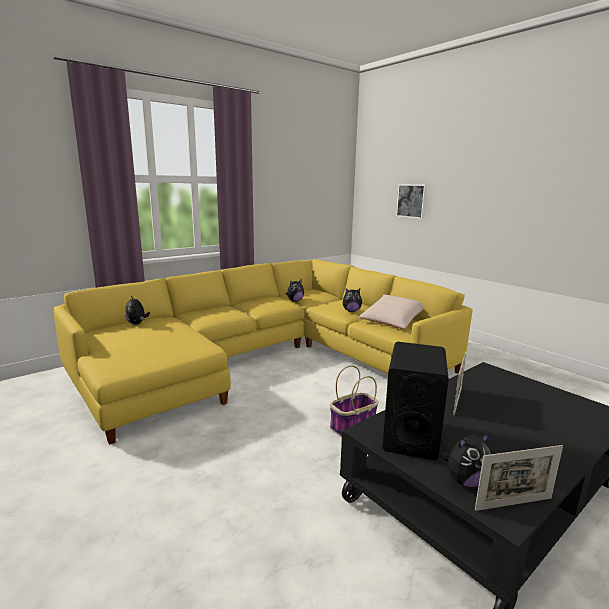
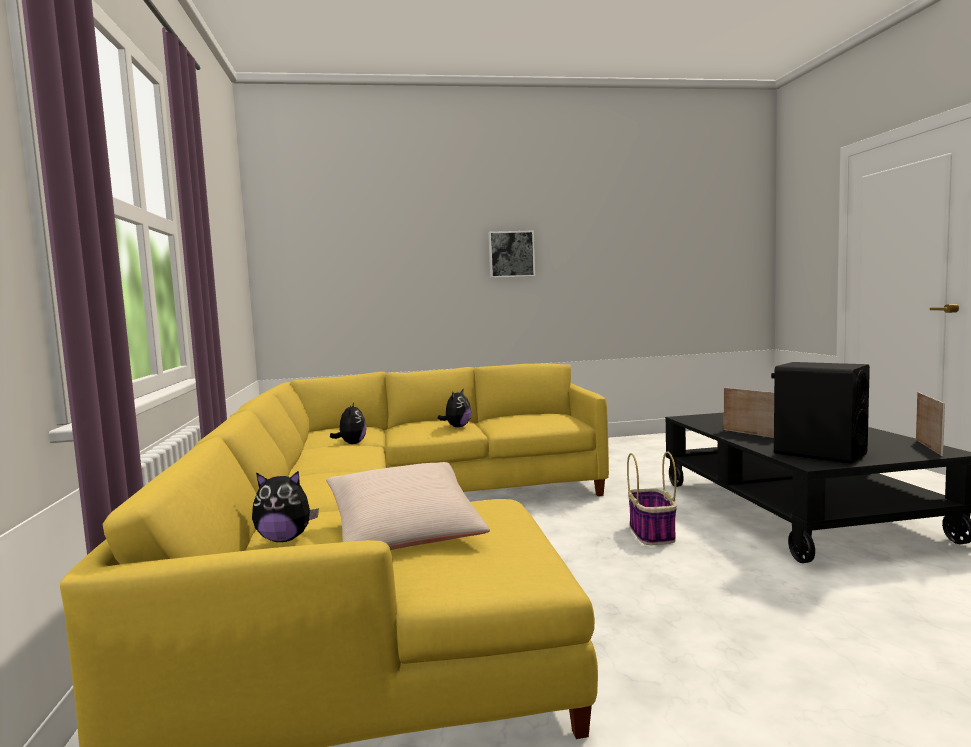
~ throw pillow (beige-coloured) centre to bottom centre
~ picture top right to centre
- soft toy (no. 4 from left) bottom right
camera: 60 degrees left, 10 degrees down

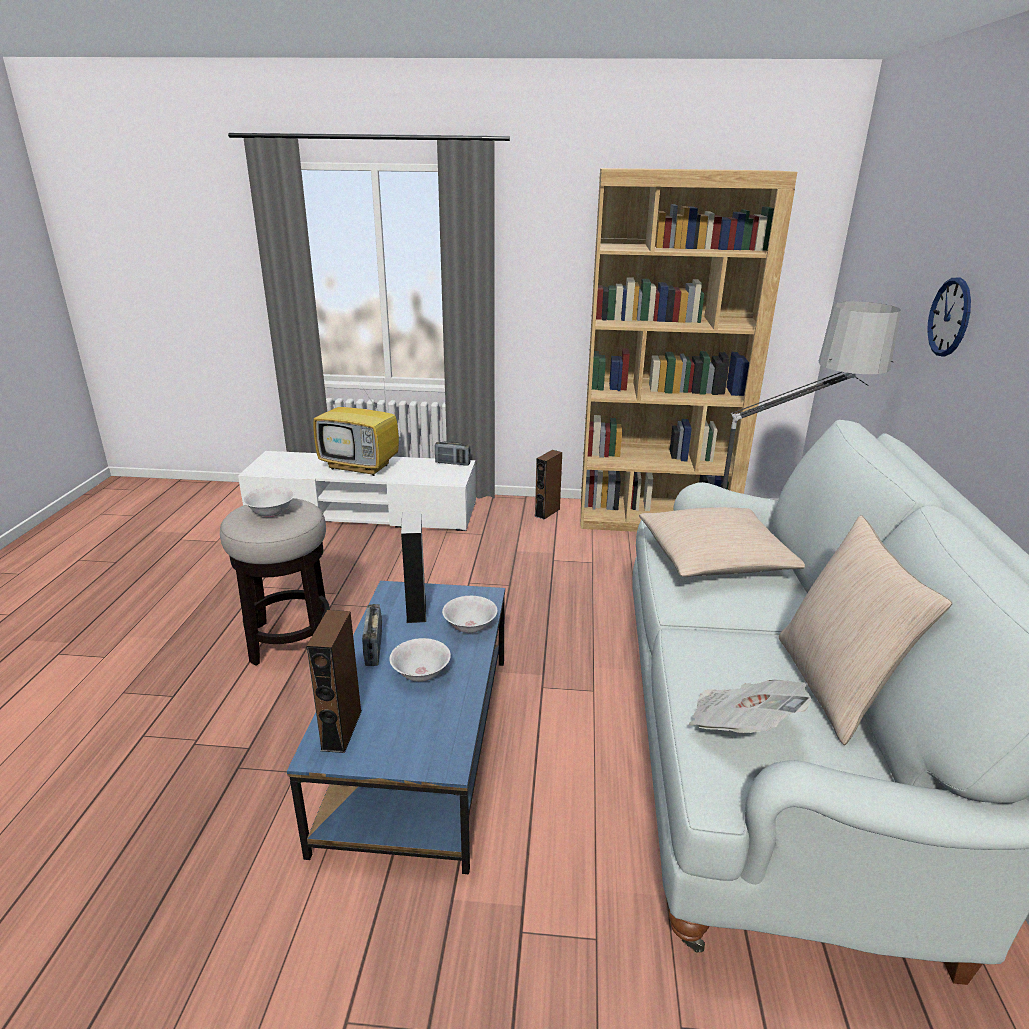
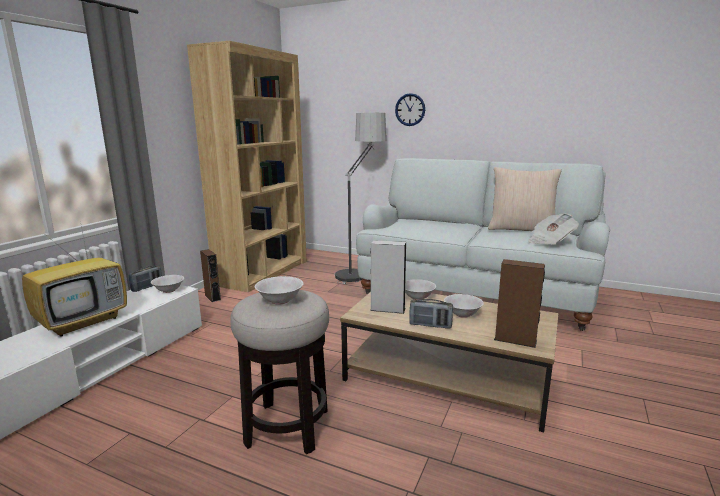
+ deep dish (white) (no. 1 from left) middle left
~ low table (blue) bottom centre to low table (brown) bottom centre
- throw pillow (beige-coloured) (no. 1 from left) middle right
camera: 70 degrees left, 10 degrees down

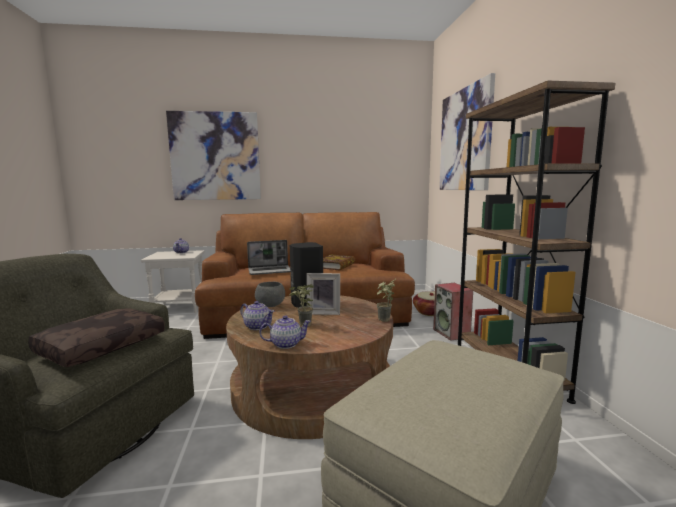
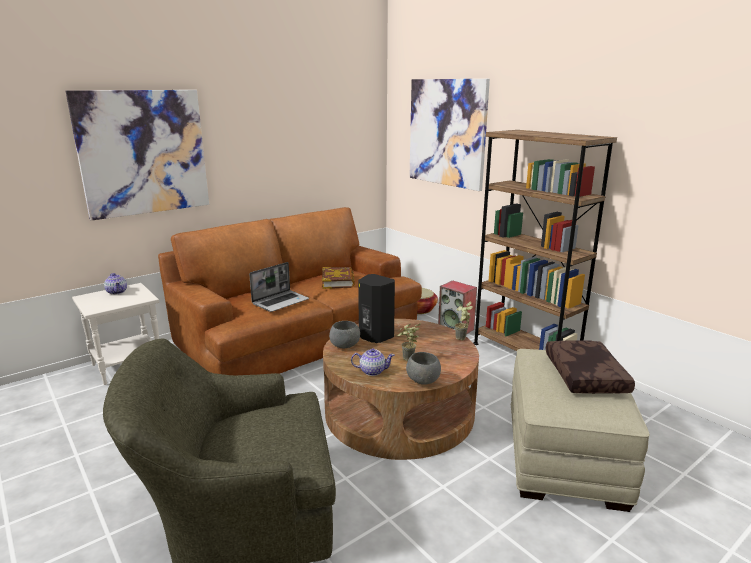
~ teapot (no. 3 from left) centre to deep dish (gray) (no. 2 from left) centre
~ throw pillow (brown) middle left to middle right
- standing frame centre
camera: 30 degrees left, 10 degrees up

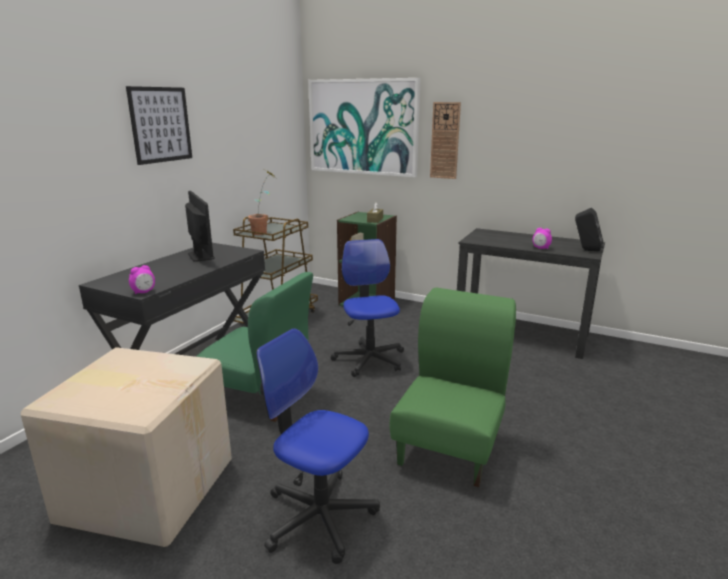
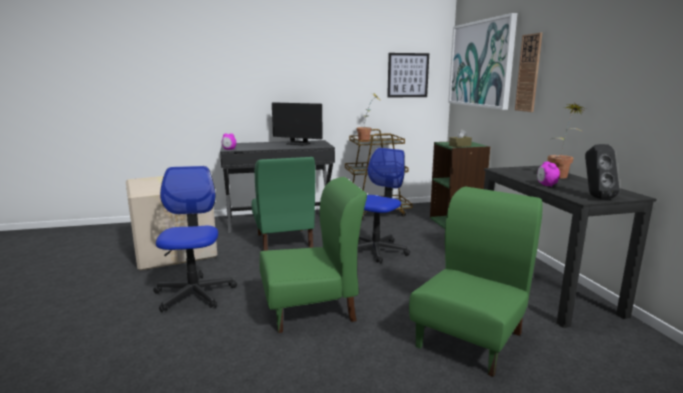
~ monitor middle left = top centre 90 degrees clockwise
~ picture (no. 1 from left) top left to top centre
+ upright chair (green) (no. 3 from left) bottom right
+ plant in a pot (no. 2 from left) middle right
camera: 50 degrees right, 5 degrees down

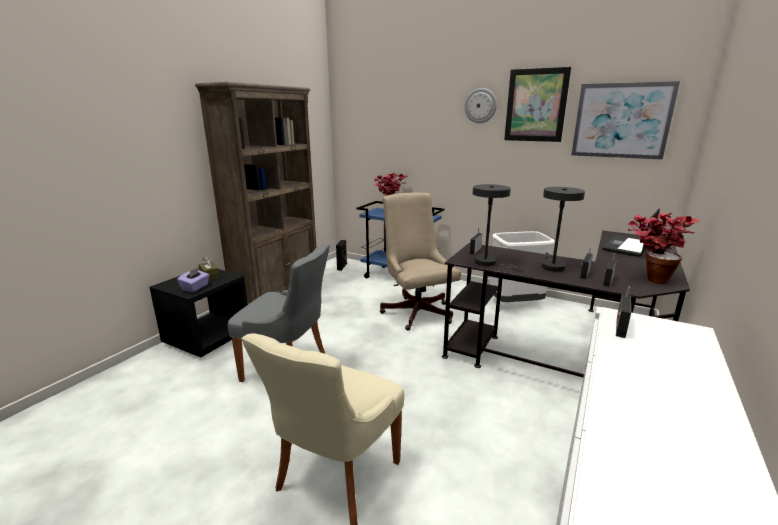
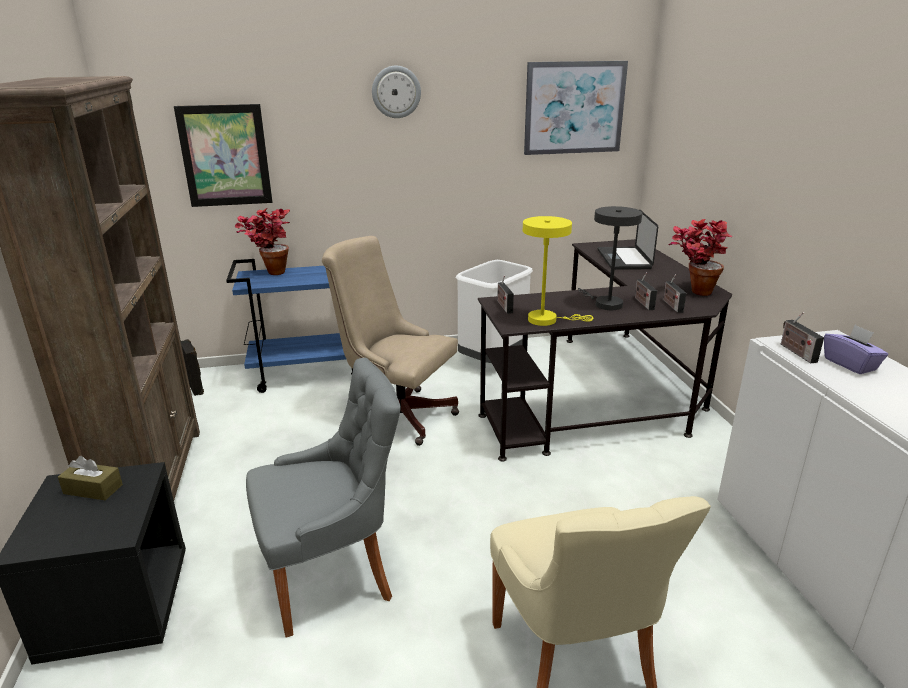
~ picture (no. 1 from left) top right to top left
~ table lamp (gray) (no. 1 from left) centre to table lamp (yellow) centre
~ tissue box (purple-coloured) middle left to middle right
camera: 40 degrees left, 5 degrees up

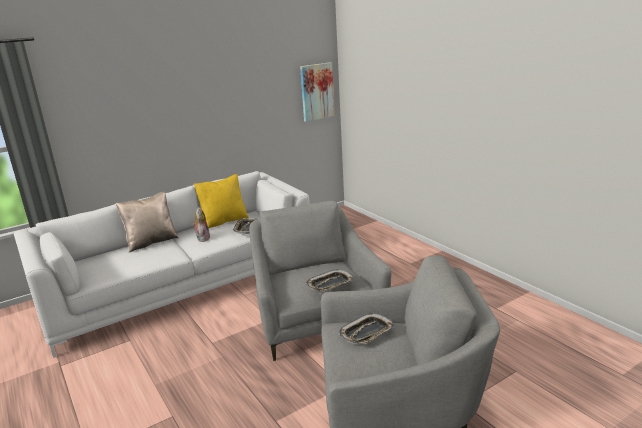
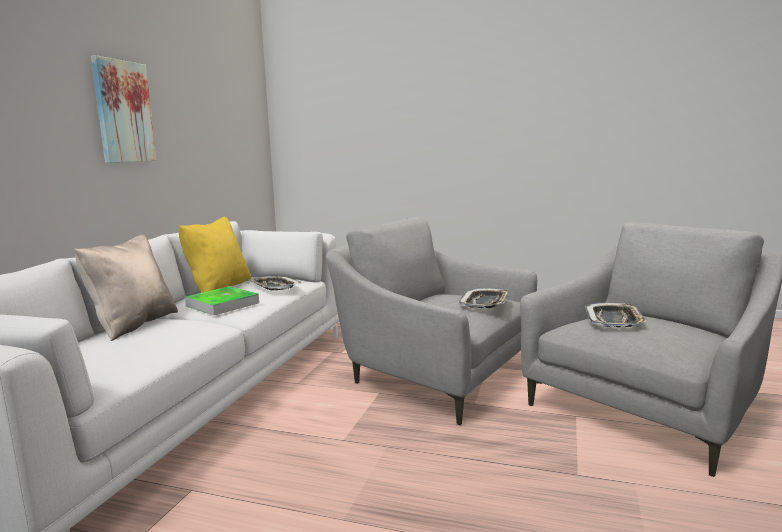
~ picture top centre to top left
~ soft toy middle left to tray (no. 1 from left) middle left
camera: 40 degrees left, 10 degrees down

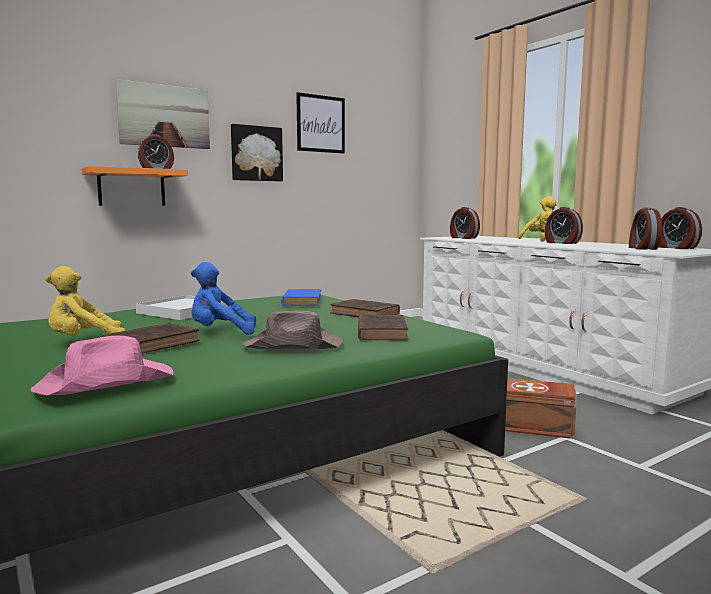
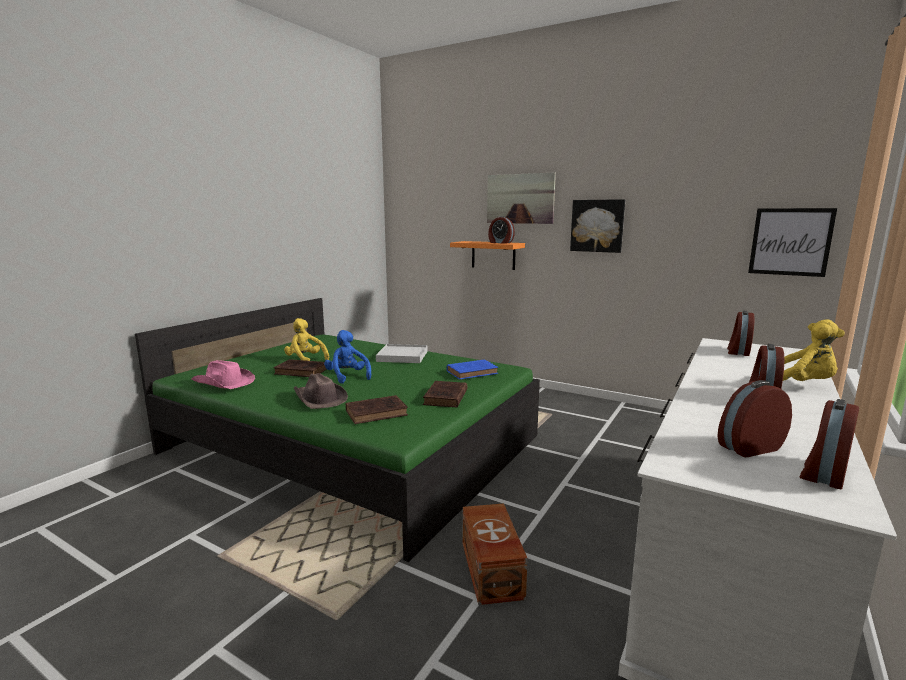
~ picture (no. 3 from left) top centre to middle right
camera: 65 degrees right, 5 degrees up

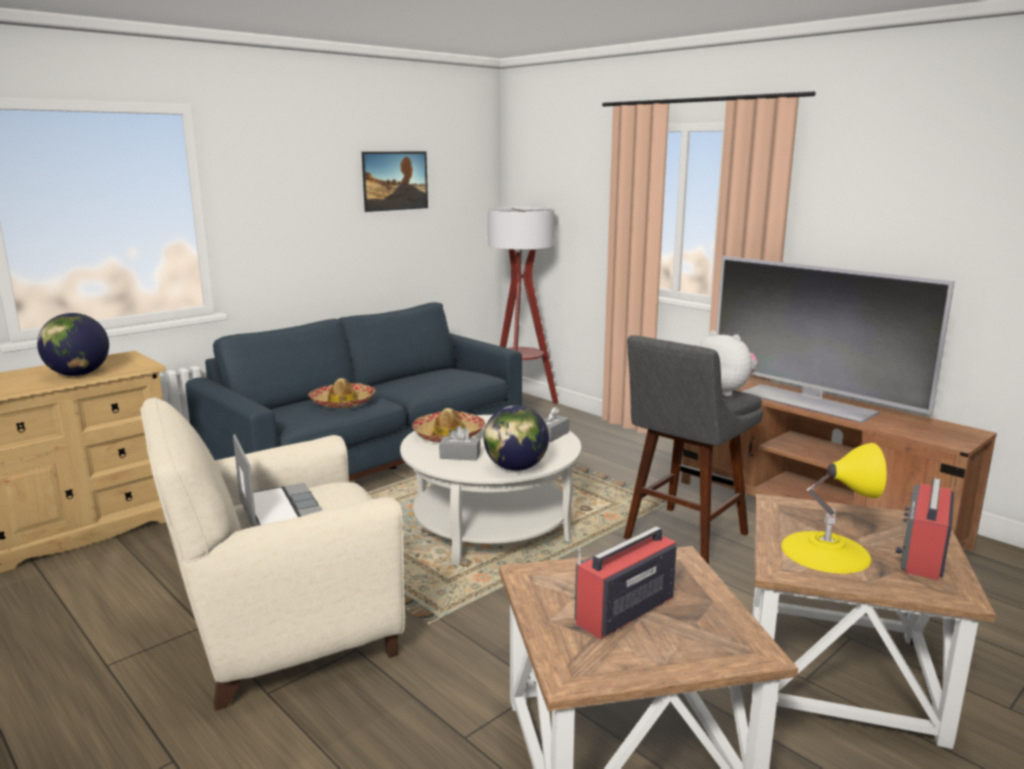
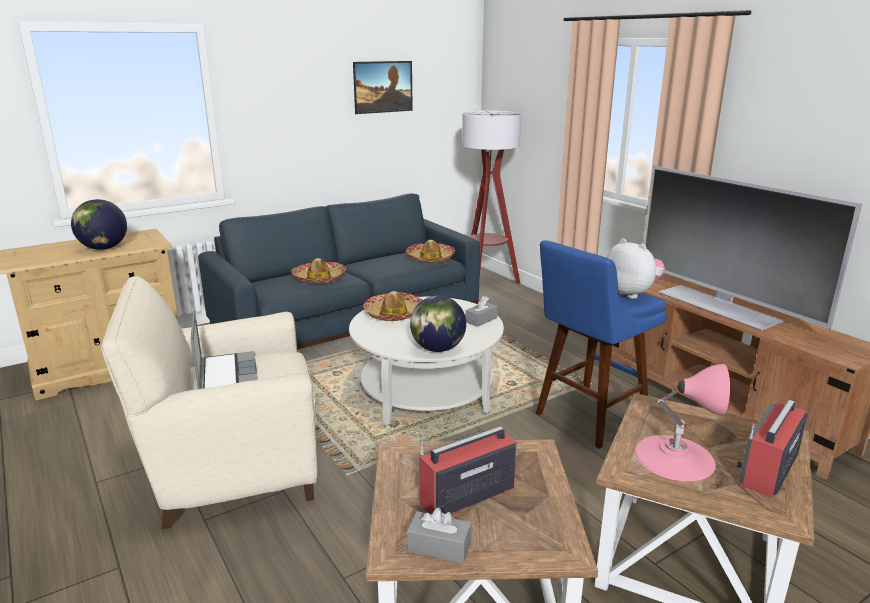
+ wearable hat (no. 3 from left) centre
~ tissue box (gray) (no. 1 from left) centre to bottom centre
~ sitting stool (gray) middle right to sitting stool (blue) middle right
~ table lamp (yellow) middle right to table lamp (pinkish) bottom right
camera: 10 degrees right, 5 degrees up

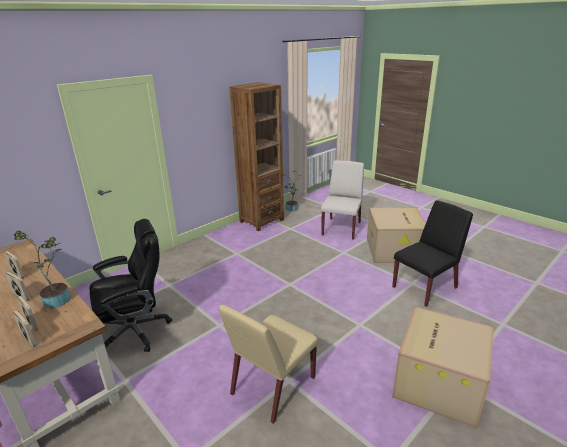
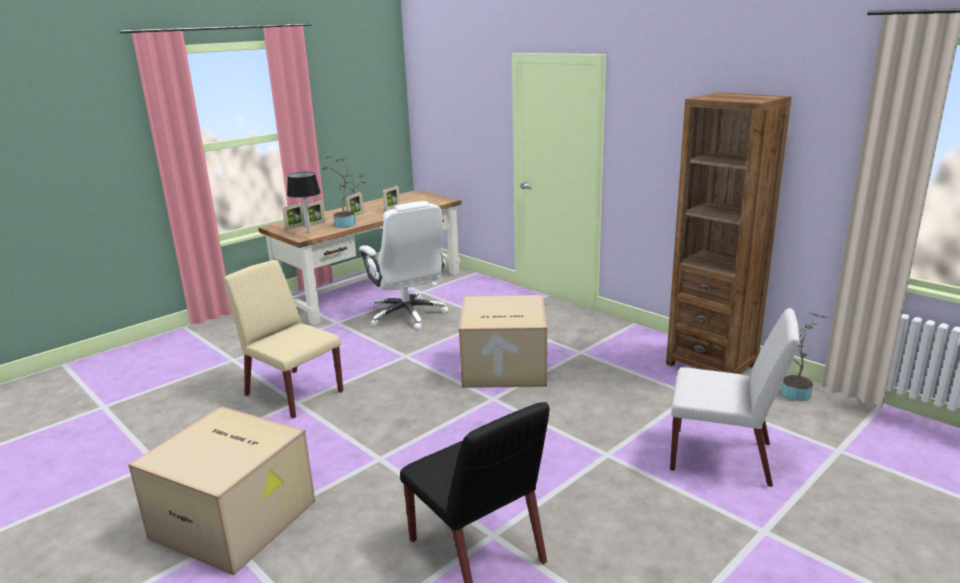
+ table lamp (blackish) middle left
~ computer chair (blackish) middle left to computer chair (white) centre
~ cardboard box (no. 1 from left in the first image) middle right to cardboard box (no. 2 from left) centre
camera: 90 degrees right, 5 degrees down

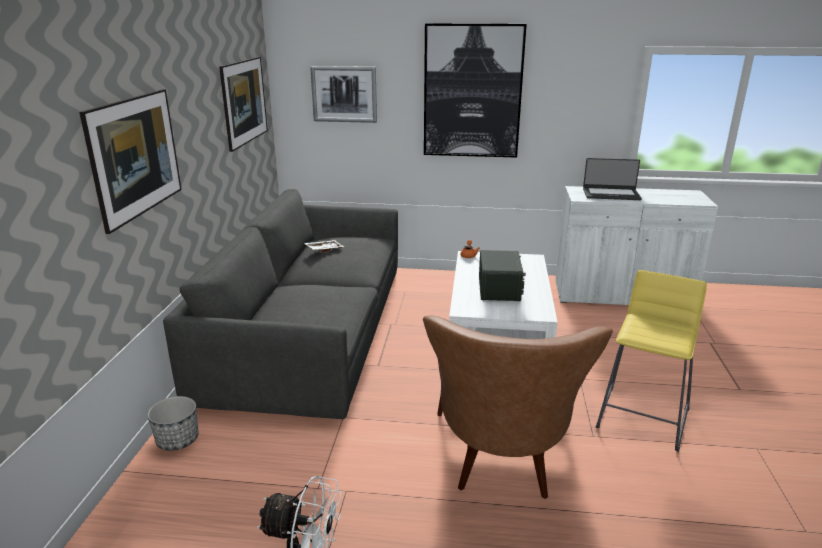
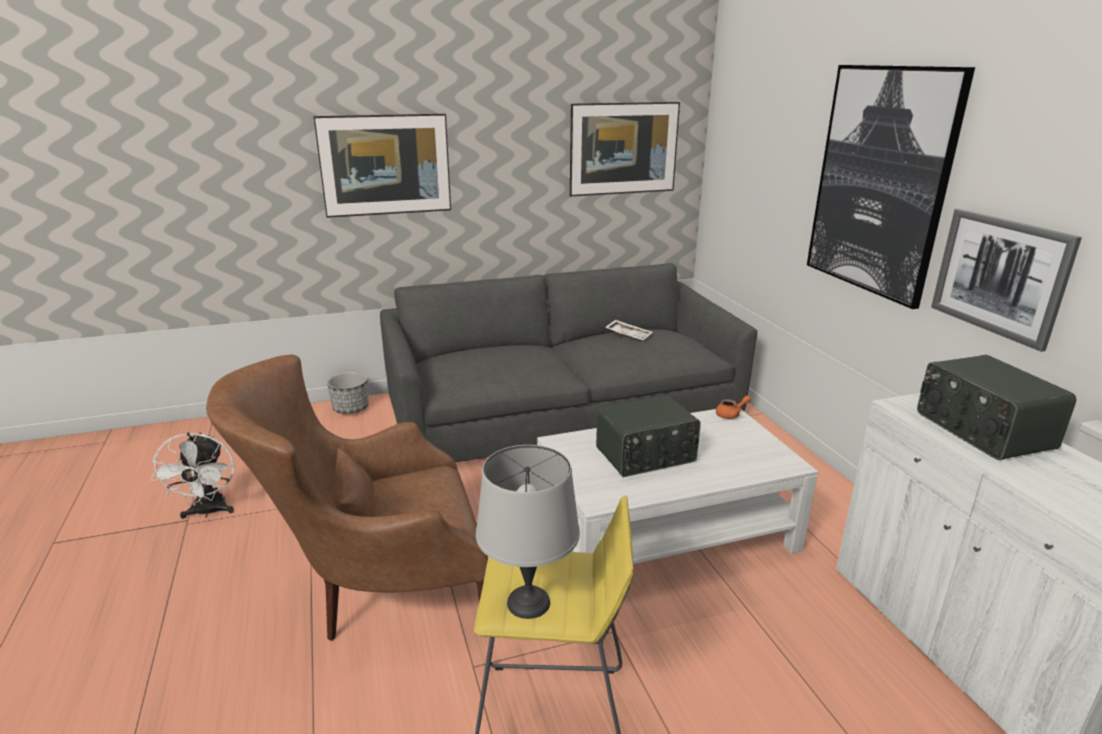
+ table lamp (gray) bottom centre
~ notebook computer top right to radio set (no. 2 from left) middle right
~ picture (no. 3 from left in the first image) top centre to picture (no. 4 from left) middle right
camera: 65 degrees right, 0 degrees up

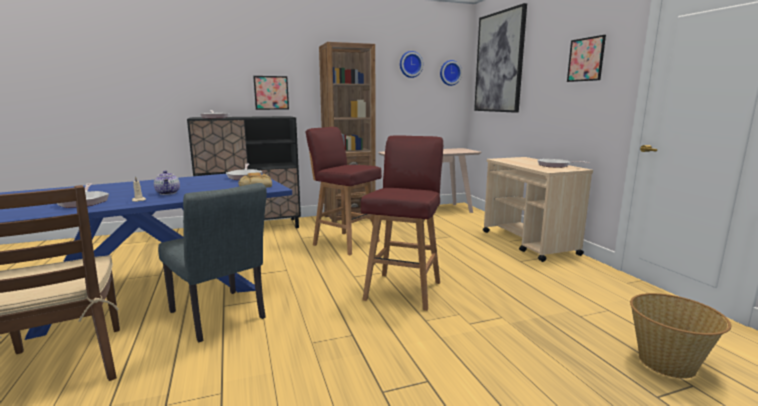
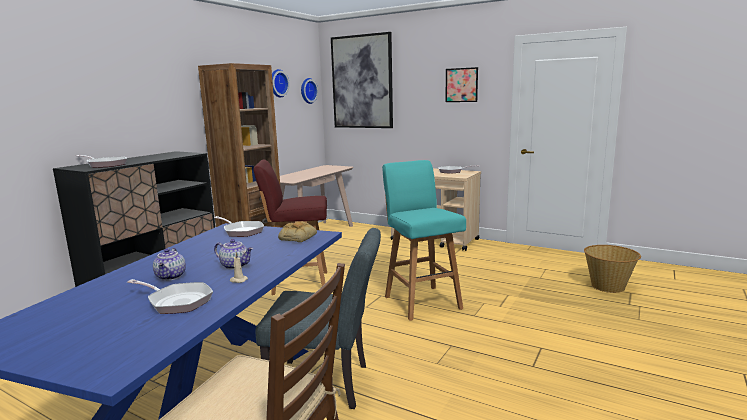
+ teapot (no. 1 from left) middle left
~ sitting stool (red-coloured) (no. 2 from left) centre to sitting stool (blue-green) centre
- picture (no. 1 from left) top centre
camera: 40 degrees left, 0 degrees up

